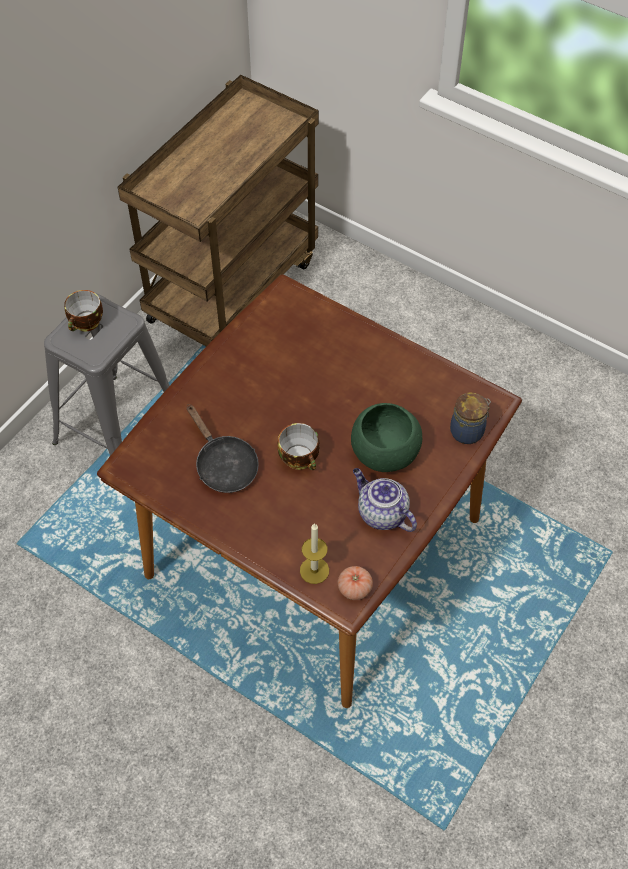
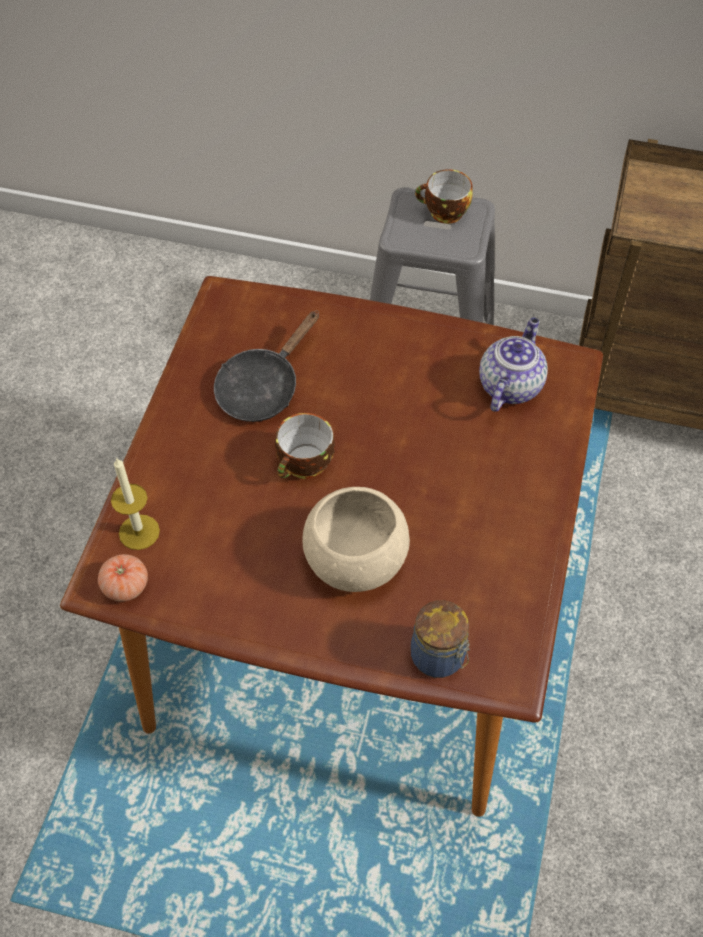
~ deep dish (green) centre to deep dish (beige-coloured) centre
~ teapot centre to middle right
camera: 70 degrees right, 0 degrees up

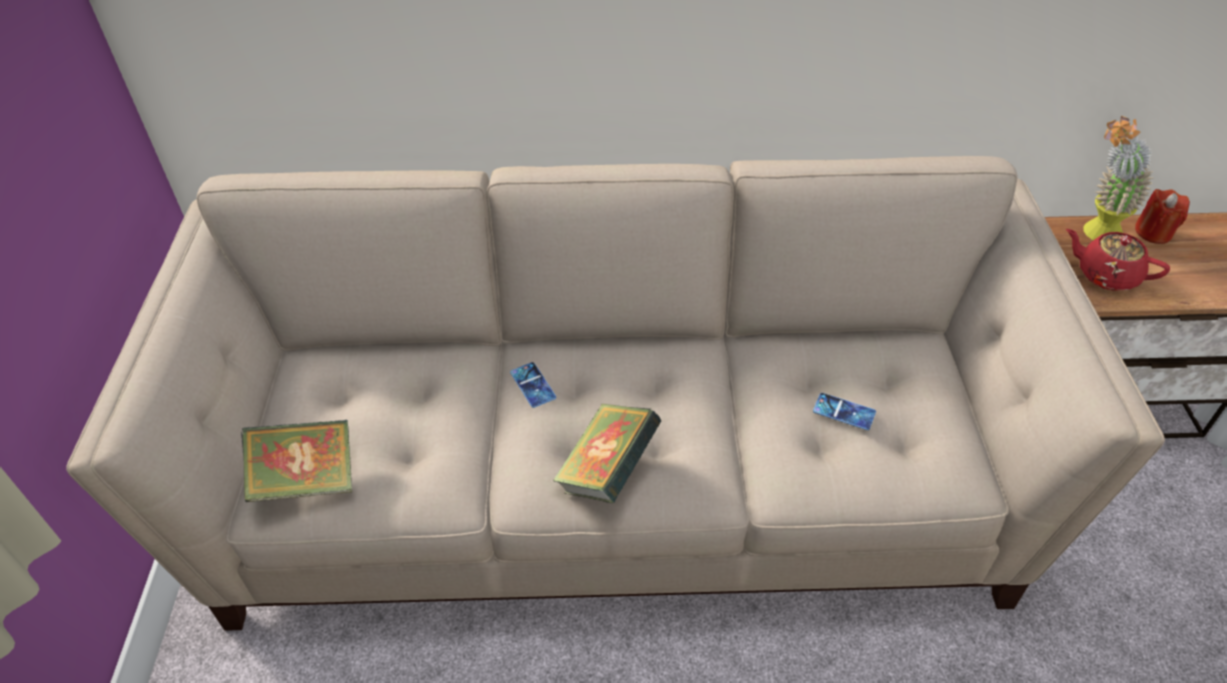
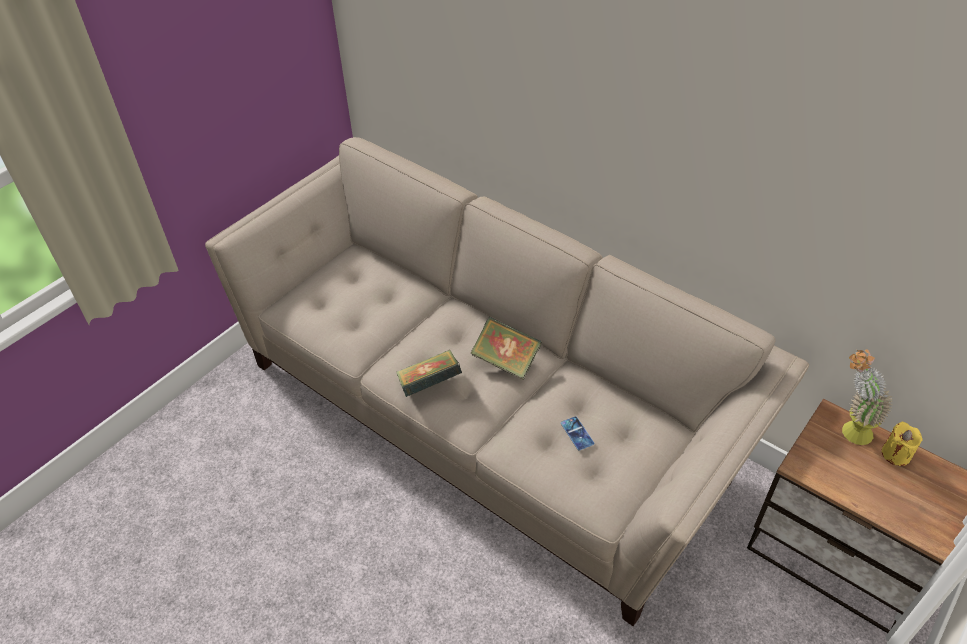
~ book (no. 1 from left in the first image) bottom left to book (no. 2 from left) centre
~ candle (red-coloured) top right to candle (yellow) bottom right
- phone (no. 1 from left) centre
- teapot (red-coloured) middle right
camera: 40 degrees right, 0 degrees up

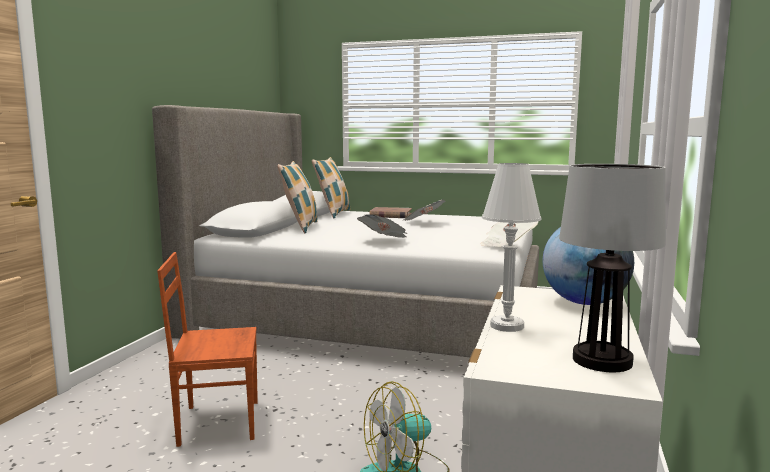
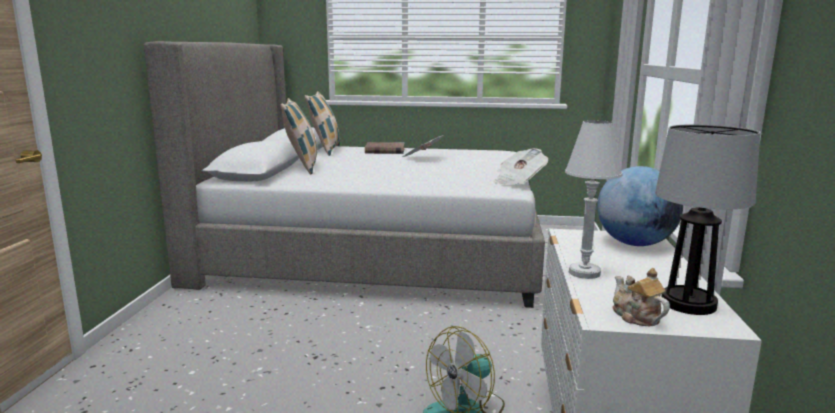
+ teapot bottom right
- upright chair (brown) bottom left
- newspaper (no. 1 from left) centre
camera: 10 degrees left, 5 degrees up

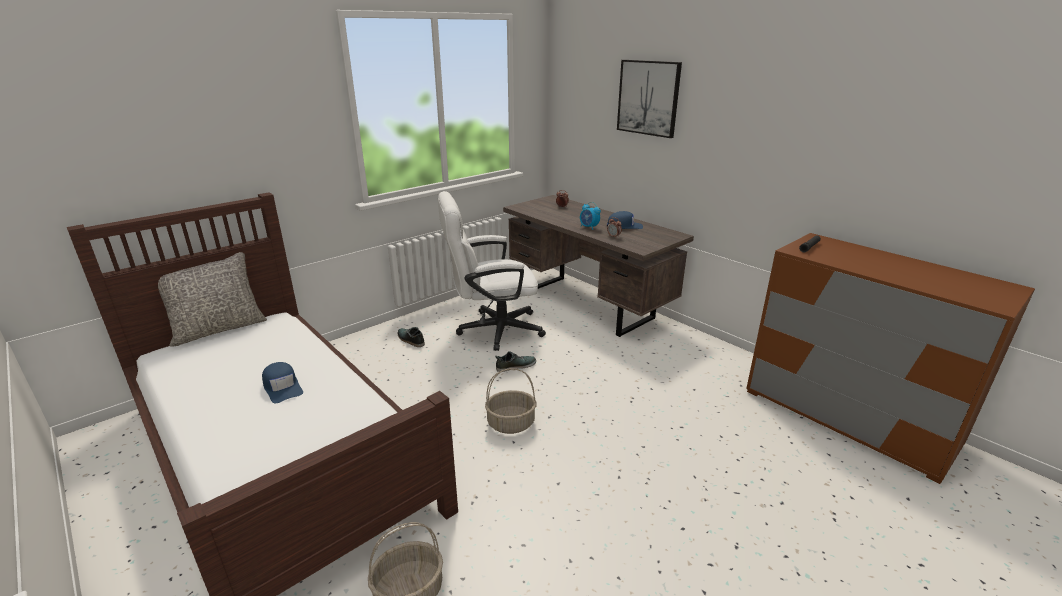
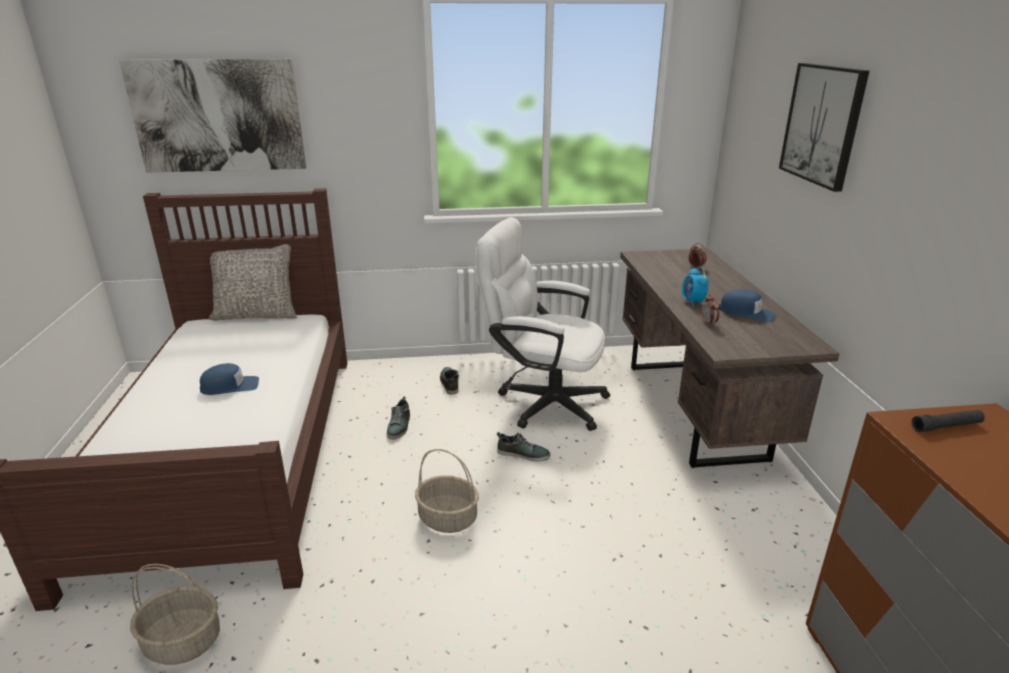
+ picture (no. 1 from left) top left
~ baseball cap (blue) (no. 1 from left) middle left = middle left 105 degrees counterclockwise
+ item of footwear (no. 1 from left) centre
camera: 35 degrees right, 0 degrees up

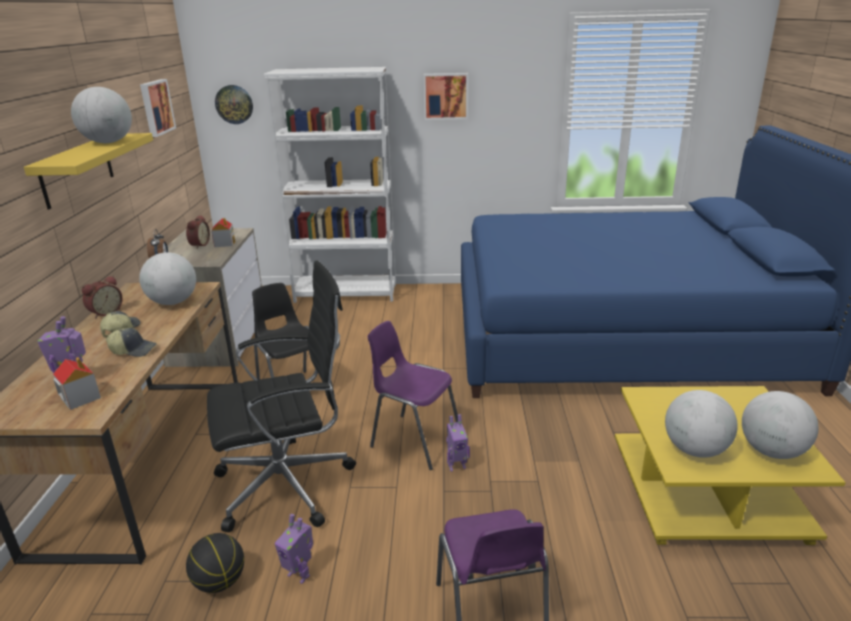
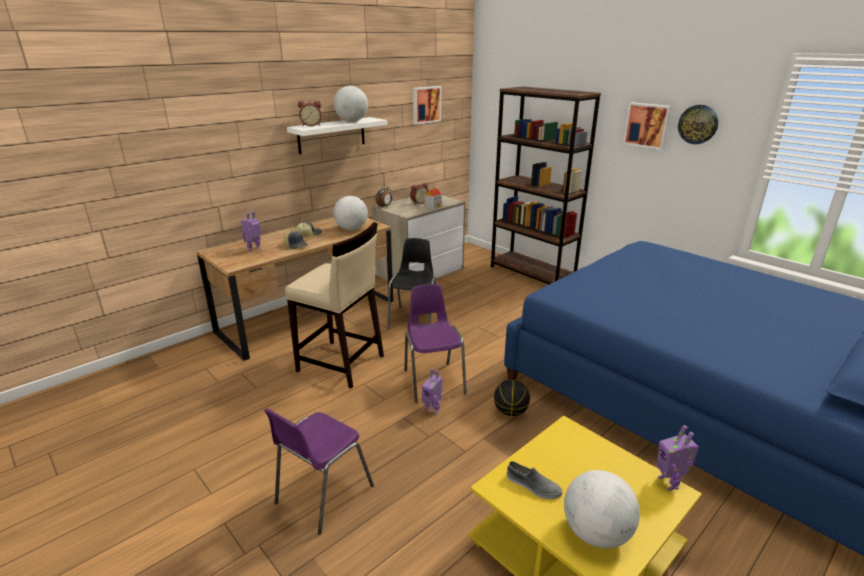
~ computer chair (blackish) middle left to sitting stool (beige-coloured) centre
~ shelf (yellow) top left to shelf (white) top centre
~ alarm clock (no. 1 from left) middle left to top centre
~ bookshelf (white) top centre to bookshelf (brown) top centre
~ basketball ball bottom left to bottom centre
~ world globe (no. 3 from left) bottom right to item of footwear (gray) bottom centre
~ robot figure (no. 2 from left in the first image) bottom centre to robot figure (no. 3 from left) bottom right
~ hanging clock top left to top right
- miniature house (no. 1 from left) middle left
camera: 45 degrees right, 0 degrees up

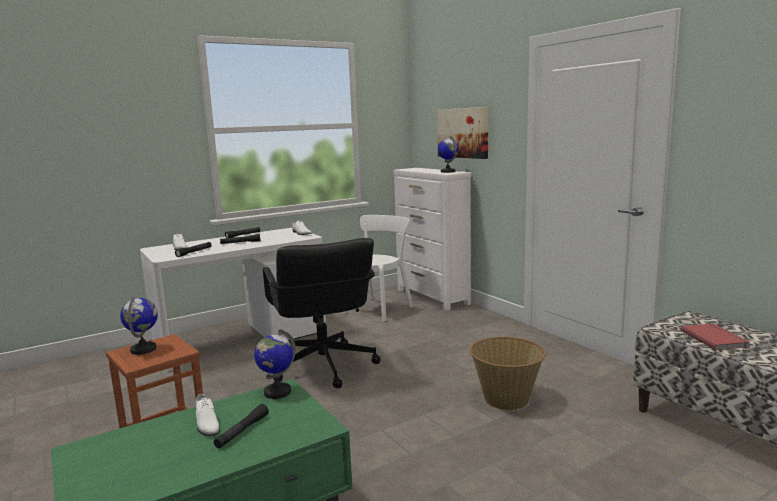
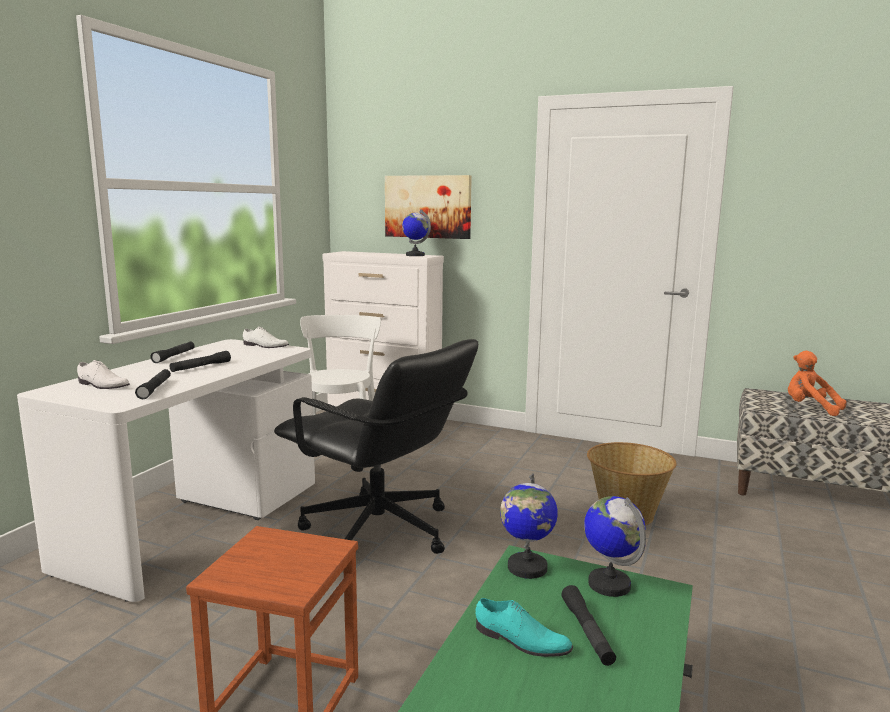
~ item of footwear (white) (no. 2 from left) bottom left to item of footwear (blue-green) bottom centre
~ world globe (no. 1 from left in the first image) middle left to world globe (no. 3 from left) bottom right
~ book (red-coloured) bottom right to soft toy (orange-coloured) middle right
camera: 35 degrees left, 0 degrees up

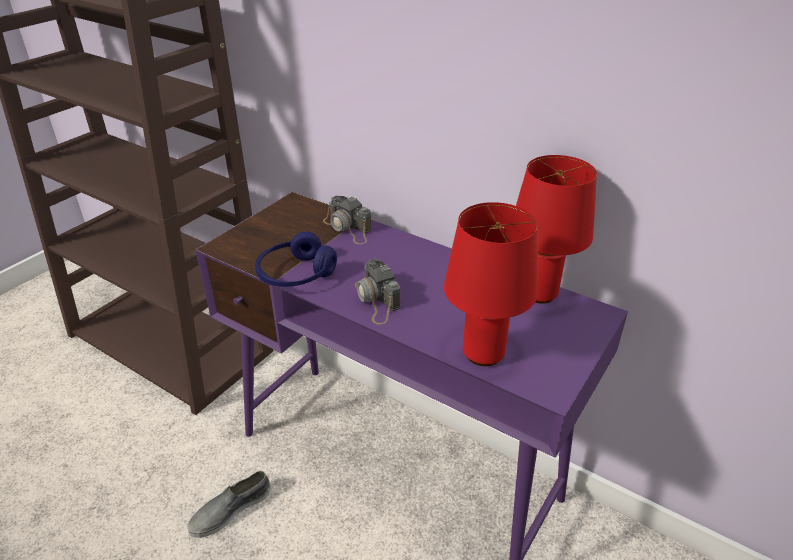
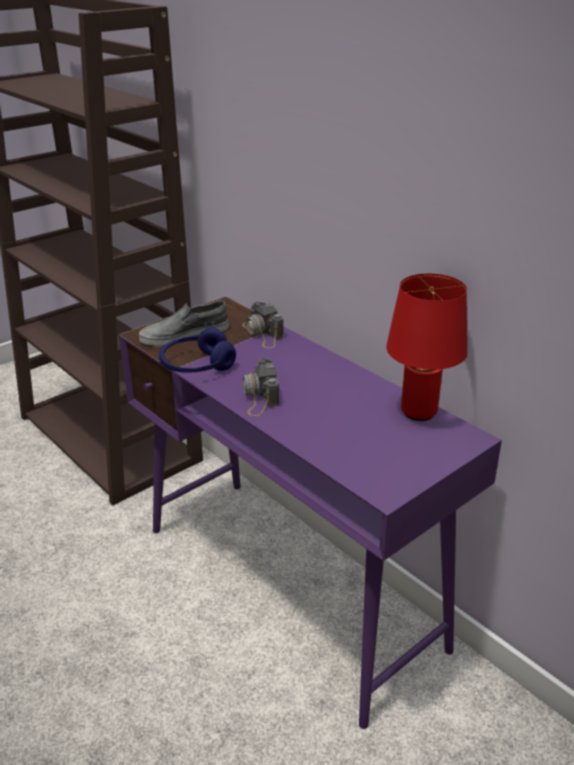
~ item of footwear (gray) bottom left to middle left
- table lamp (red-coloured) (no. 1 from left) centre
camera: 15 degrees right, 5 degrees down

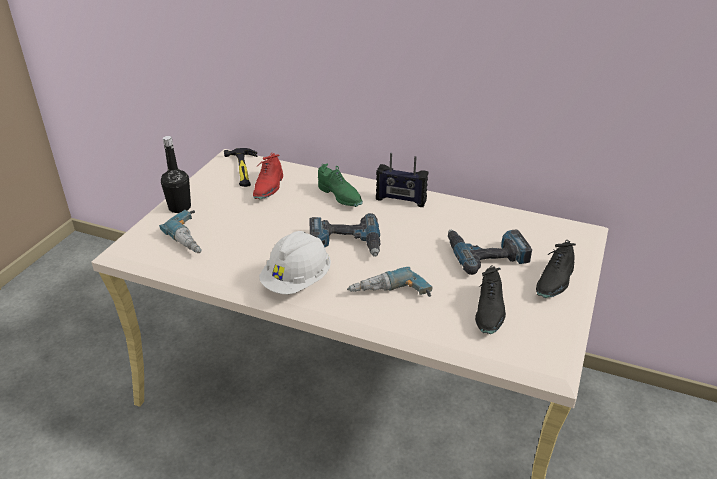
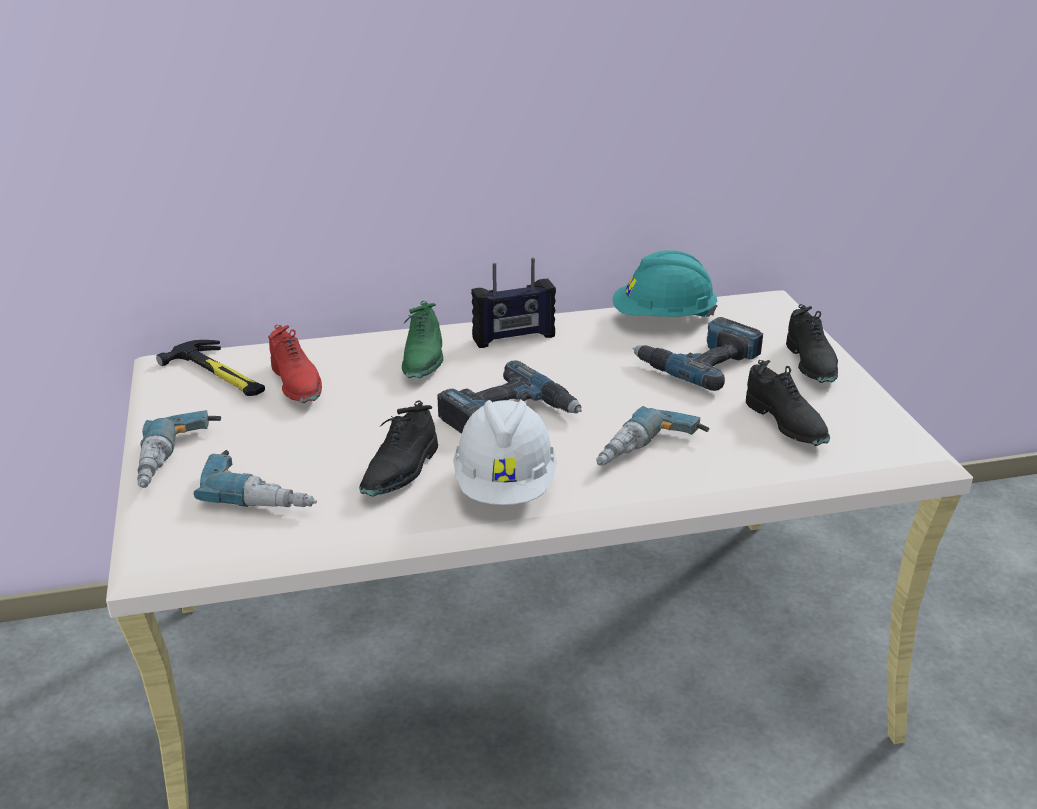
~ bottle (blackish) middle left to power drill (no. 1 from left) middle left
+ item of footwear (blackish) (no. 1 from left) centre
~ item of footwear (green) centre = centre 75 degrees clockwise
+ work helmet (blue-green) centre
camera: 35 degrees left, 5 degrees down

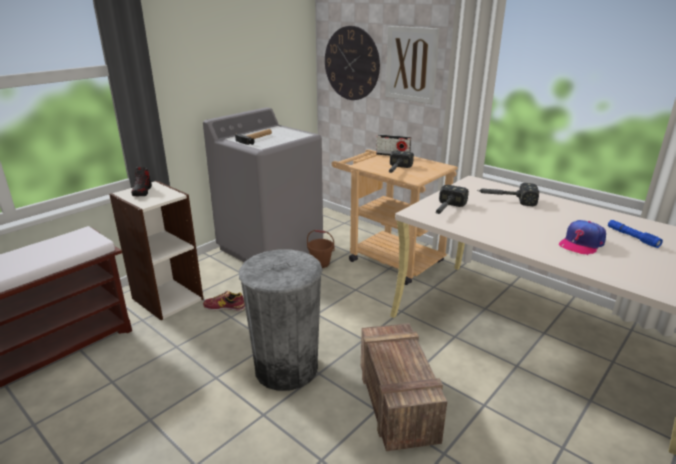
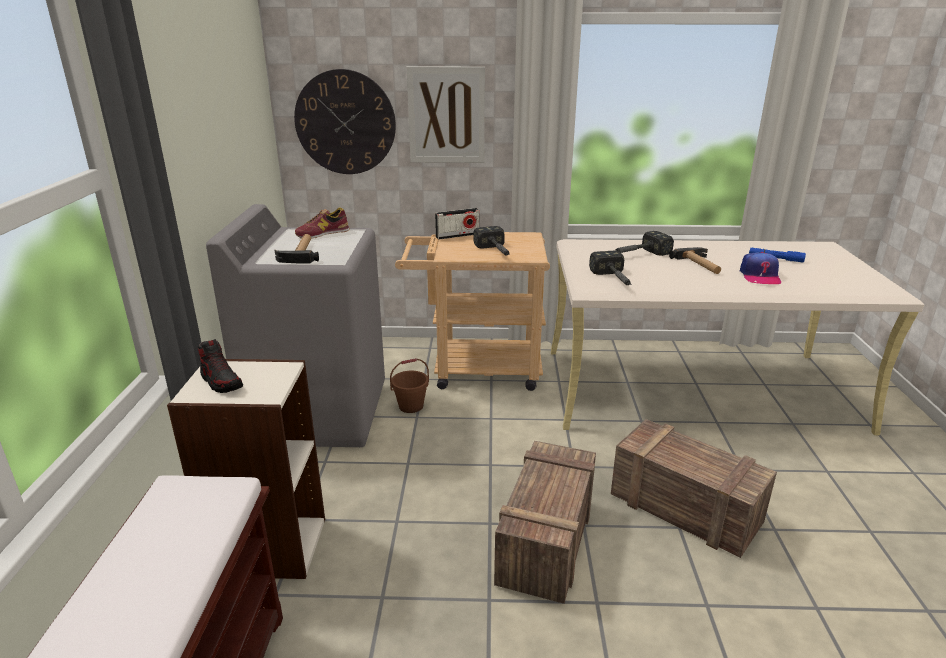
~ item of footwear (no. 2 from left) middle left to centre
~ rubbish bin (gray) bottom centre to packing crate (no. 1 from left) bottom centre
+ tool hammer (no. 5 from left) middle right
camera: 40 degrees left, 0 degrees up

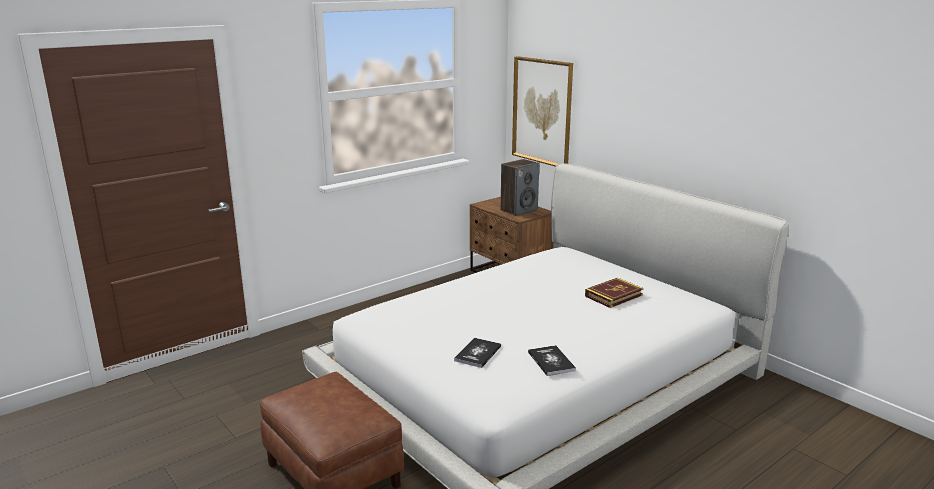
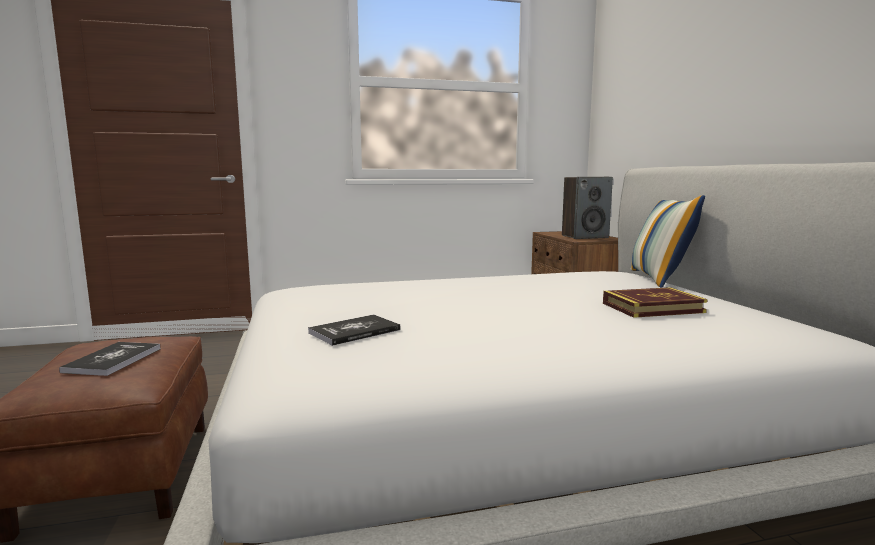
~ book (no. 2 from left in the first image) bottom centre to book (no. 1 from left) middle left
+ throw pillow middle right
- picture top centre
camera: 25 degrees right, 10 degrees down

